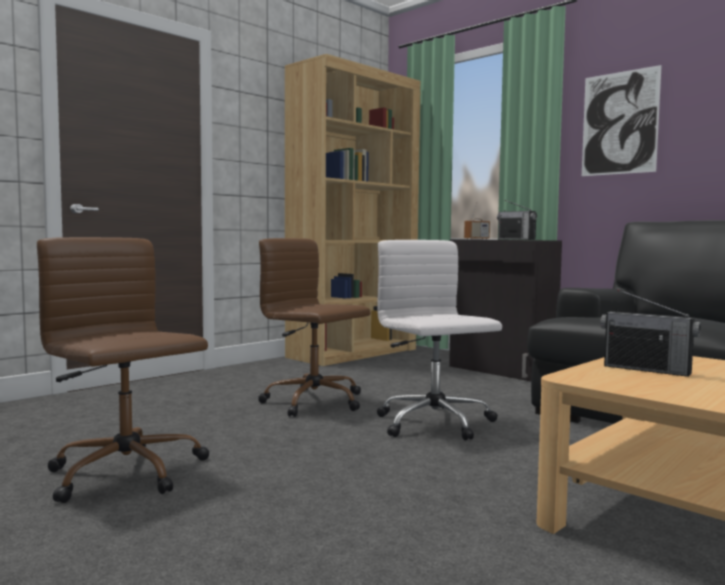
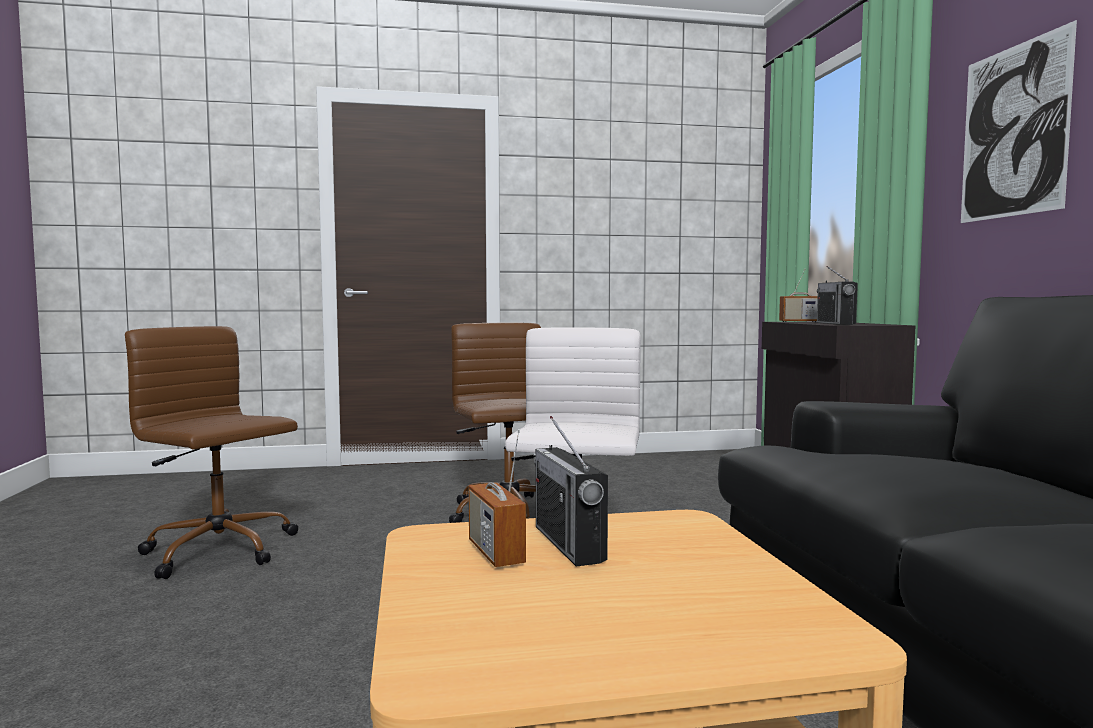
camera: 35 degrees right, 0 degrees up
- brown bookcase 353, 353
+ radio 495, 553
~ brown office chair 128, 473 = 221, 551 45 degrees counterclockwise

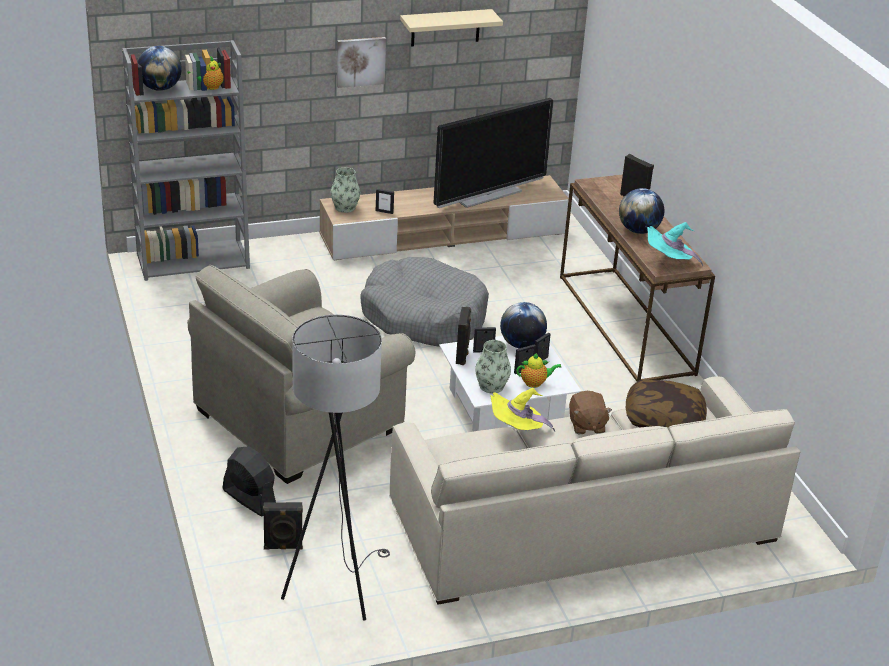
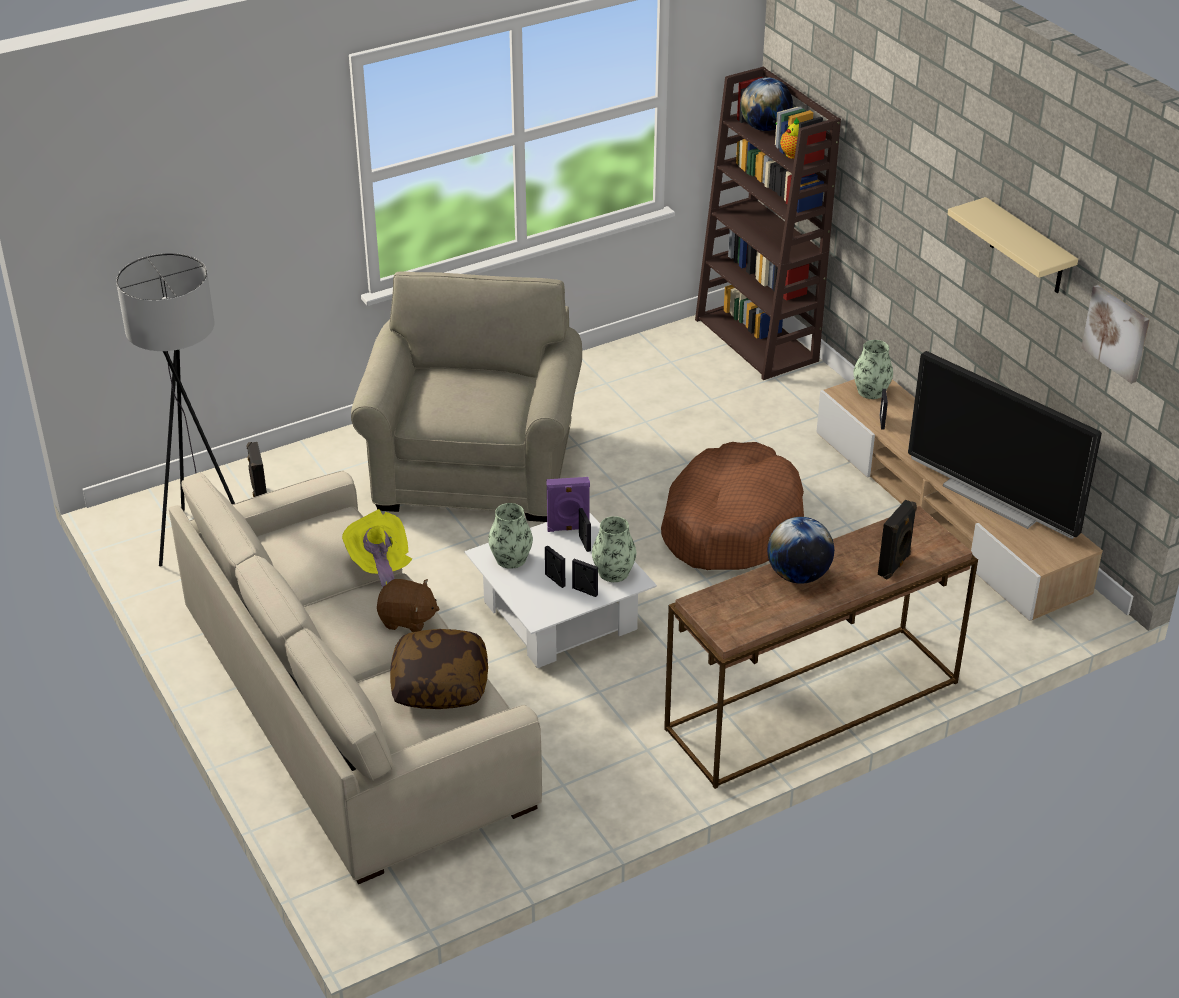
camera: 80 degrees right, 5 degrees up
- black fan 249, 498
- teapot 535, 383
- turquoise hat 668, 262
~ picture 360, 61 to 1117, 333
~ globe 521, 345 to vase 613, 572
~ grey bookcase 194, 260 to brown bookcase 758, 340
~ grey dog bed 424, 317 to brown dog bed 730, 524
~ black speaker 462, 355 to purple speaker 568, 528
~ beige armchair 298, 419 = 476, 468 60 degrees clockwise
~ brown plush toy 586, 425 = 407, 619 150 degrees counterclockwise

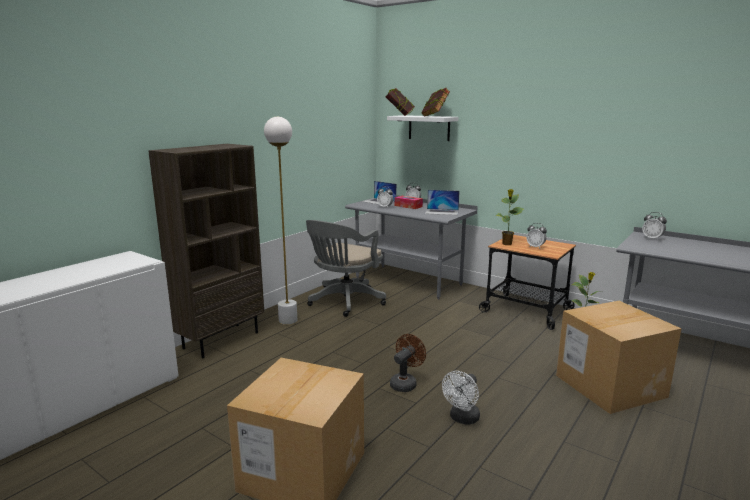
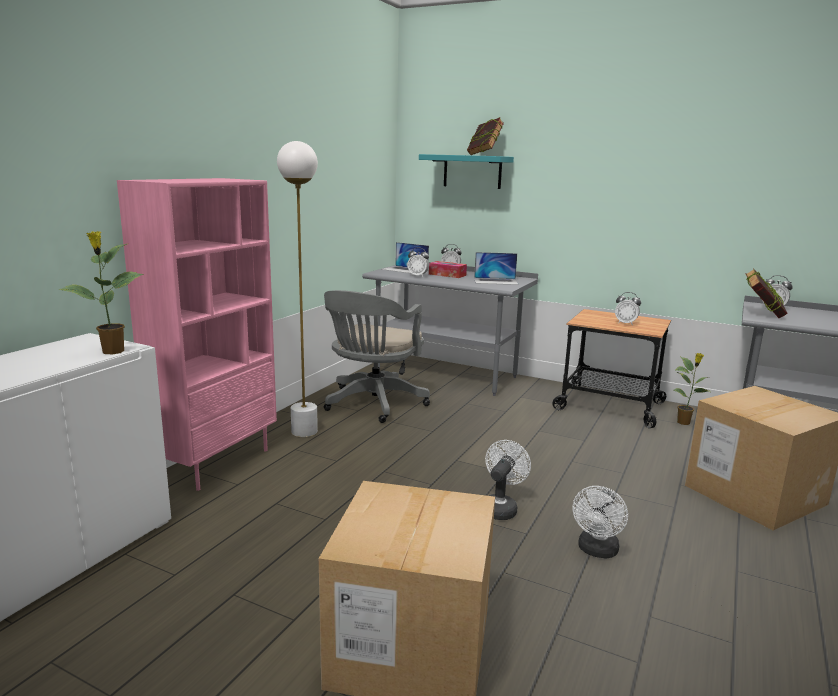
camera: 10 degrees left, 0 degrees up
~ book 400, 115 to 761, 315
~ potted plant 507, 244 to 112, 352
~ brown bookcase 221, 340 to pink bookcase 217, 463
~ white shelf 429, 128 to turquoise shelf 472, 171
~ brown fan 405, 383 to white fan 500, 508

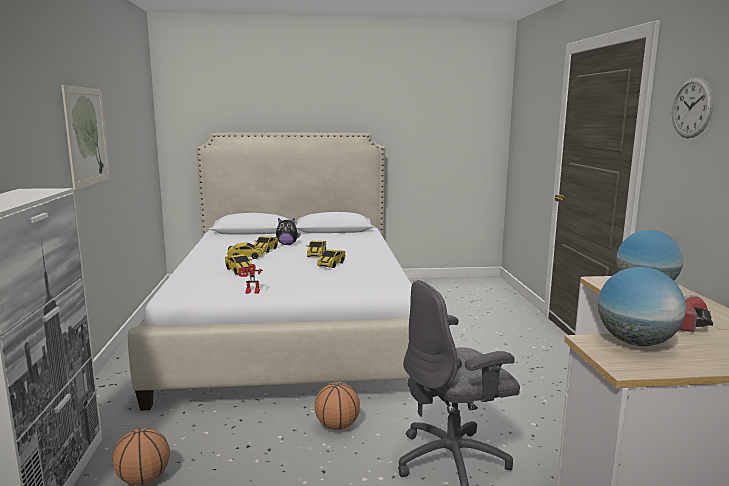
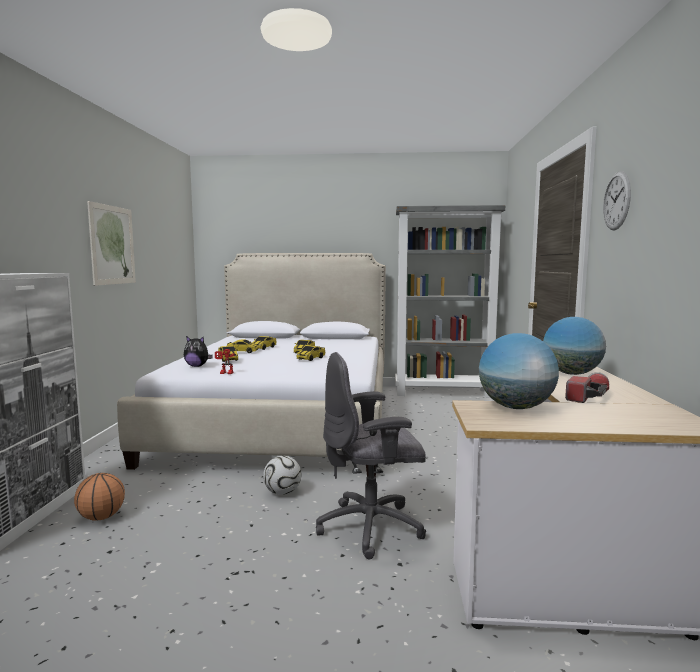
camera: 10 degrees right, 5 degrees down
+ grey bookcase 444, 392
~ plush toy 287, 244 to 197, 366
~ basketball 337, 426 to football 282, 492

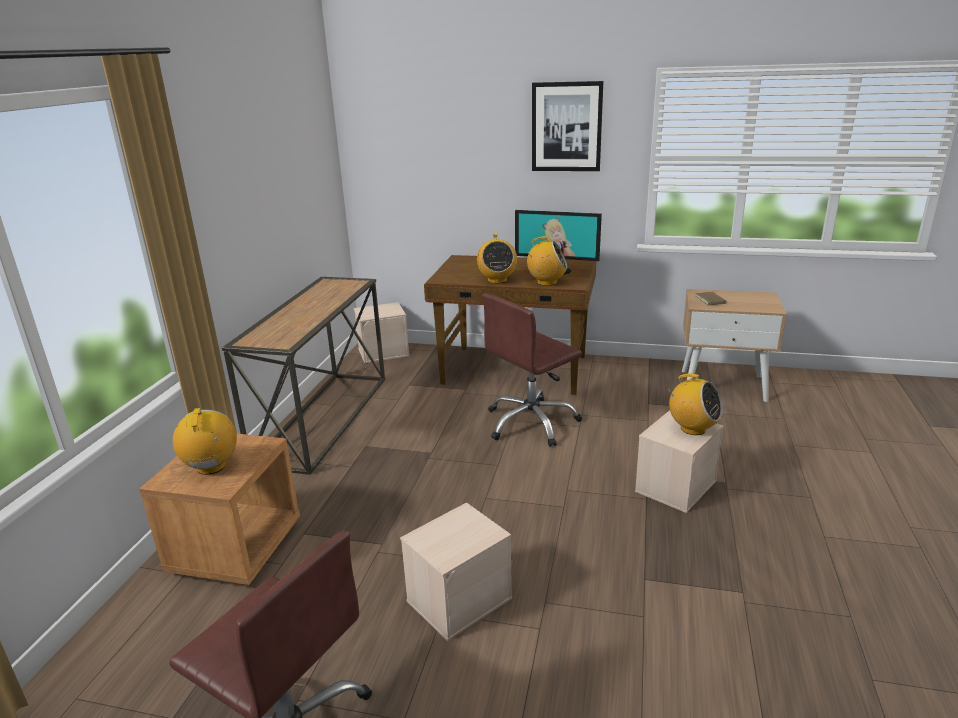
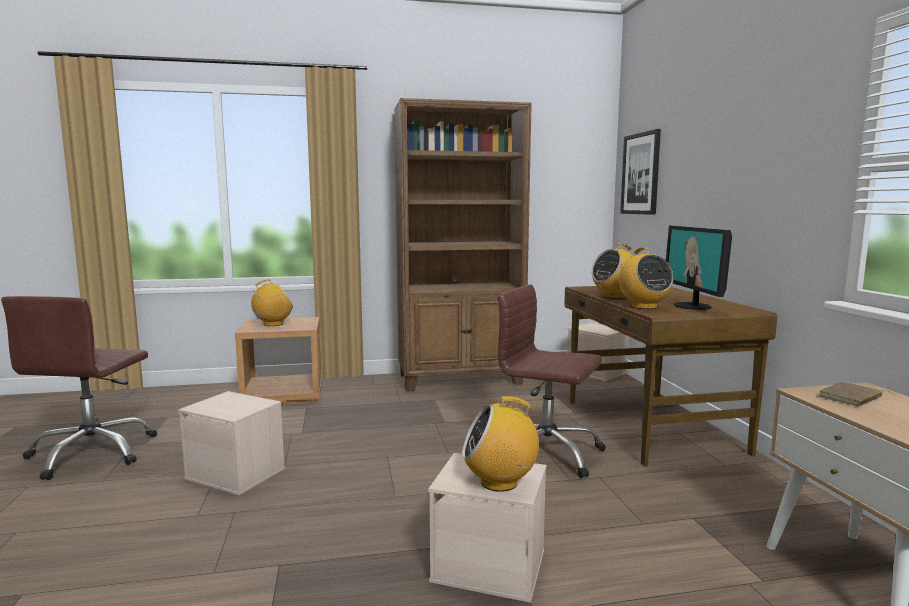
camera: 65 degrees right, 15 degrees down
~ picture 566, 127 to 641, 174
~ console table 322, 418 to brown bookcase 461, 379
~ radio 692, 428 = 499, 482 75 degrees clockwise

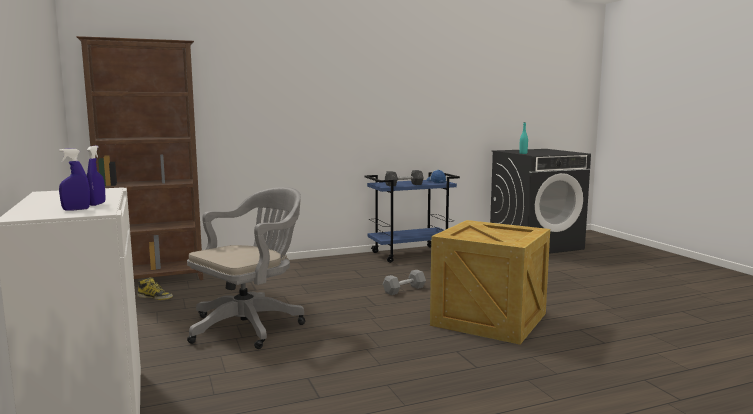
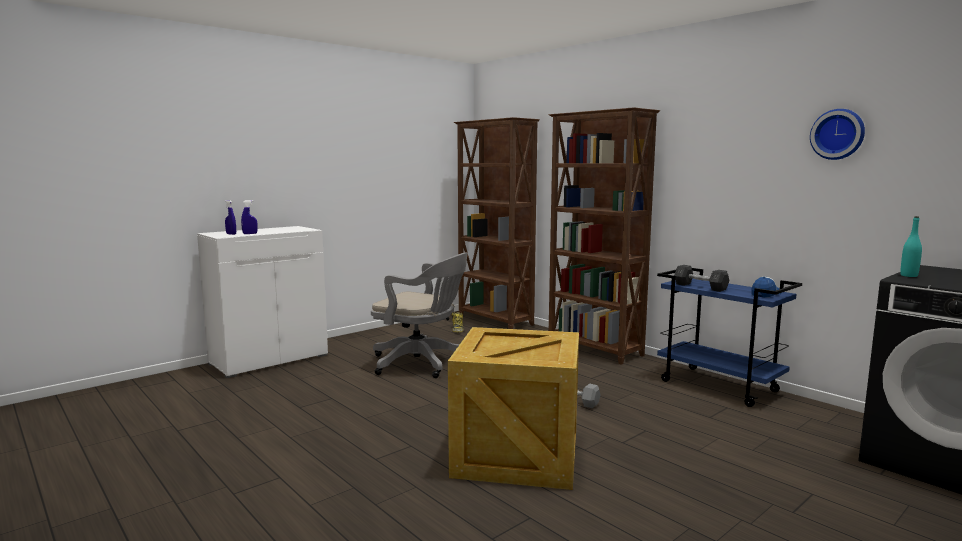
camera: 70 degrees right, 0 degrees up
+ brown bookcase 594, 349
+ wall clock 838, 134

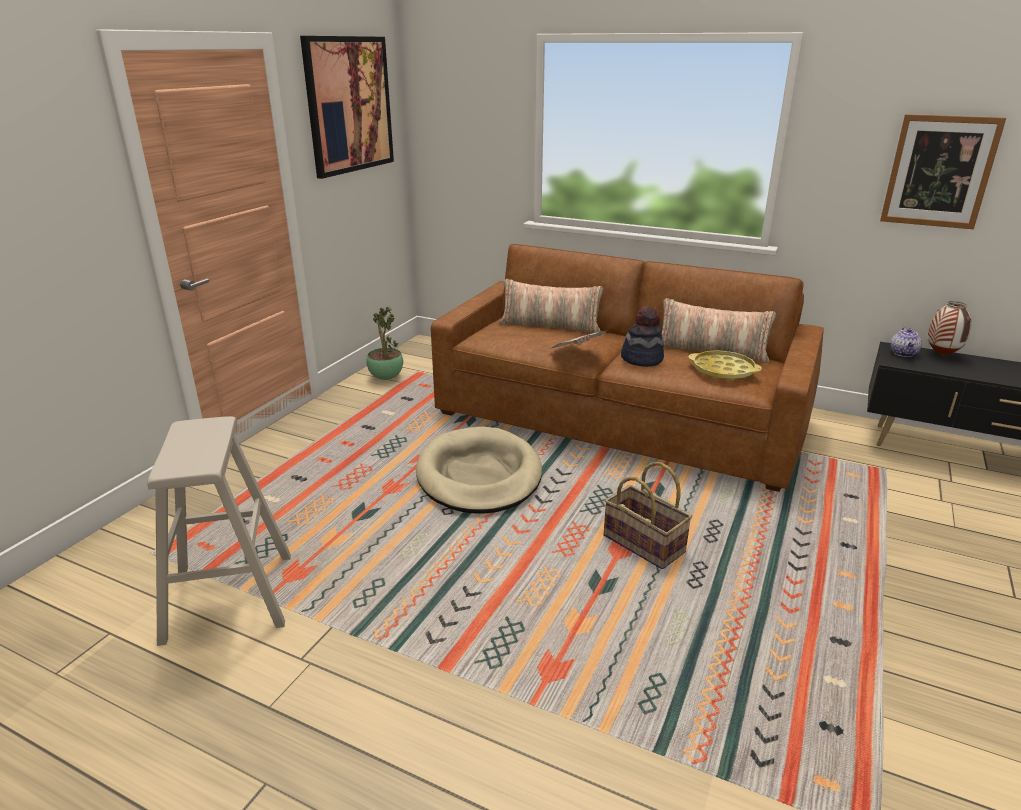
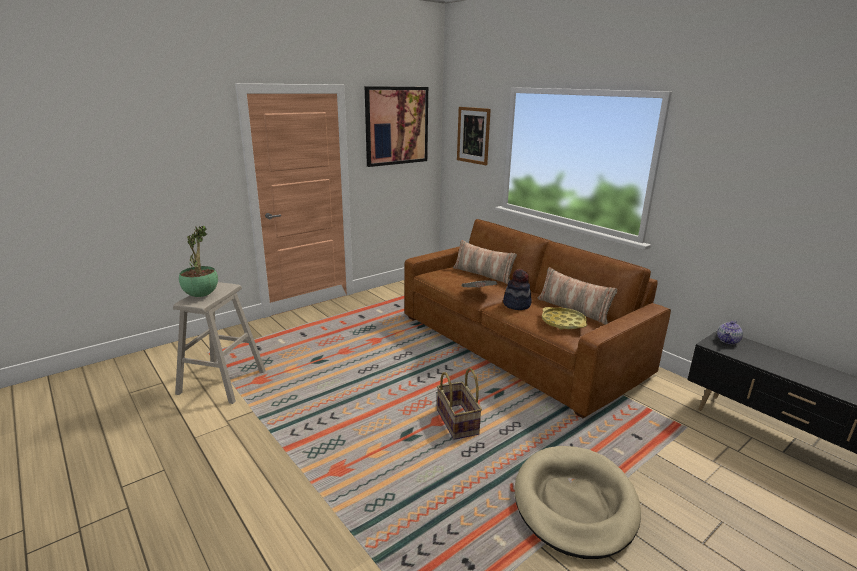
camera: 25 degrees right, 5 degrees down
- vase 941, 355
~ potted plant 385, 377 to 201, 295
~ beige dog bed 479, 475 to 574, 503
~ picture 939, 171 to 473, 135

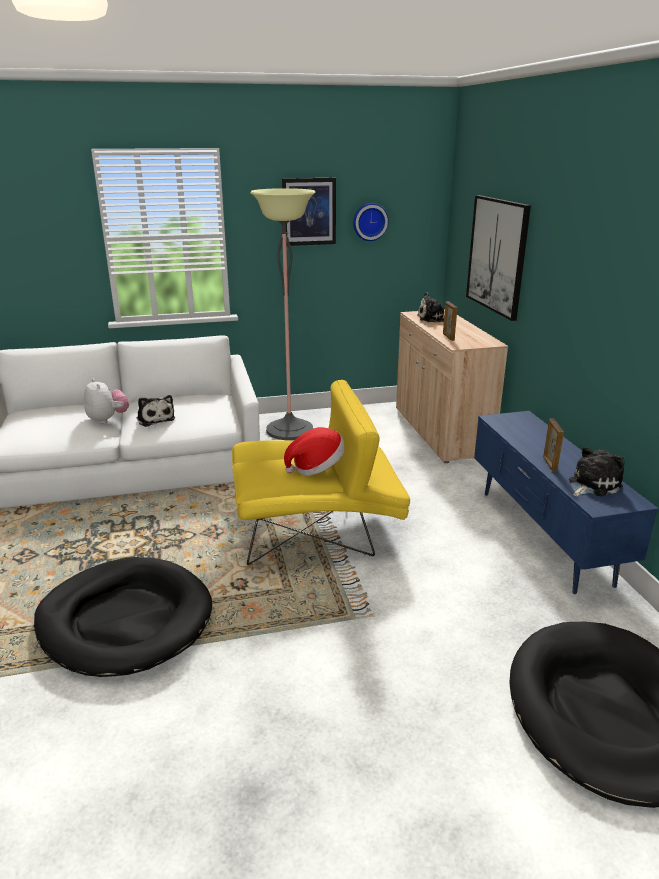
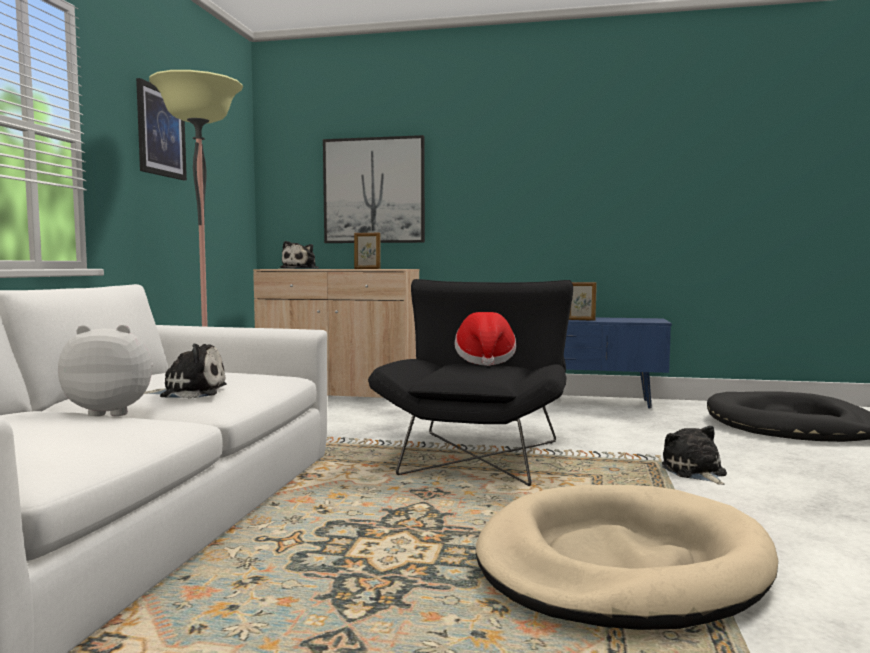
camera: 65 degrees left, 20 degrees down
- wall clock 369, 221
~ plush toy 592, 485 to 695, 472
~ black dog bed 125, 620 to beige dog bed 620, 564
~ yellow armchair 316, 530 to black armchair 481, 452

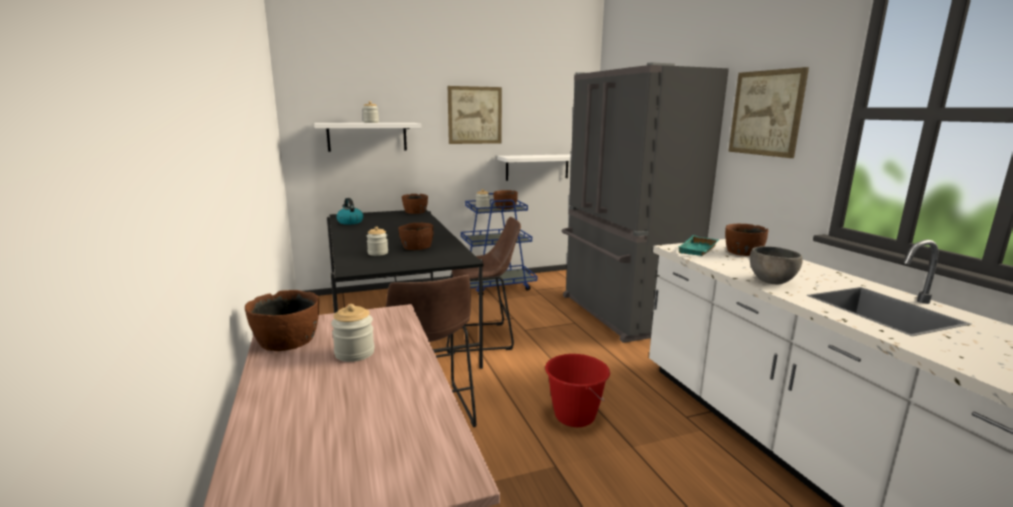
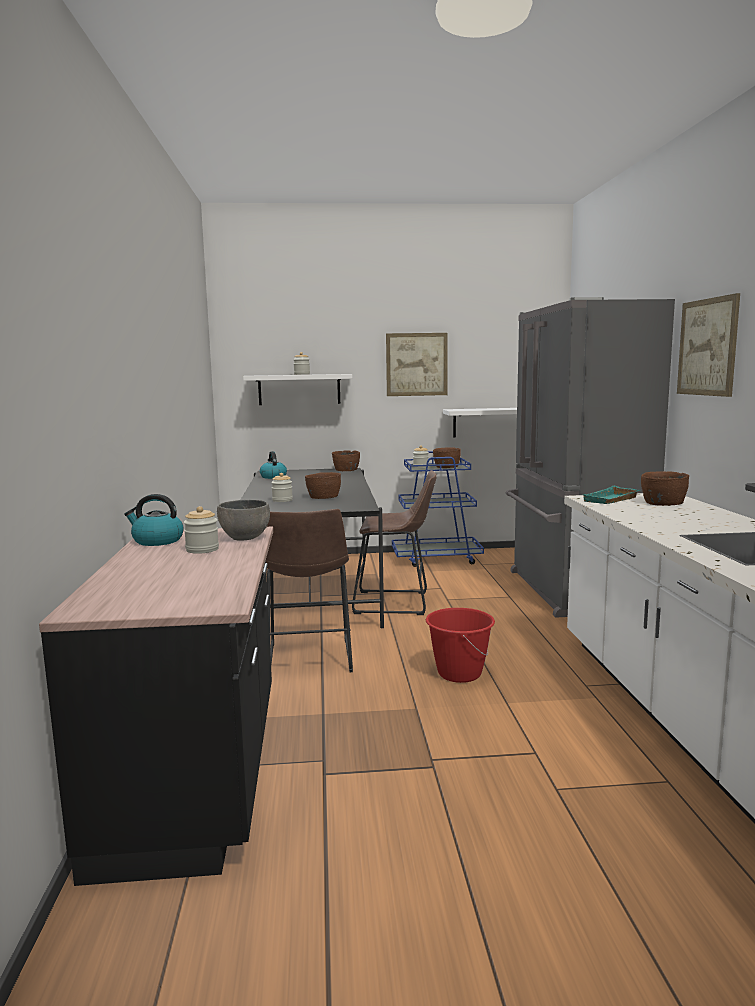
camera: 15 degrees right, 5 degrees down
~ grey bowl 772, 281 to 245, 538
~ brown bowl 287, 340 to kettle 157, 541

